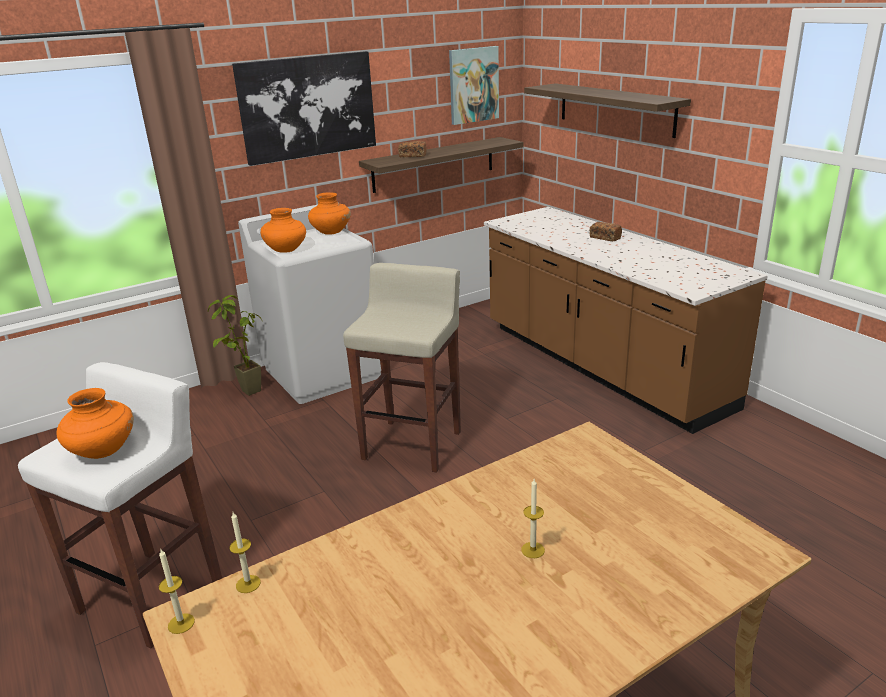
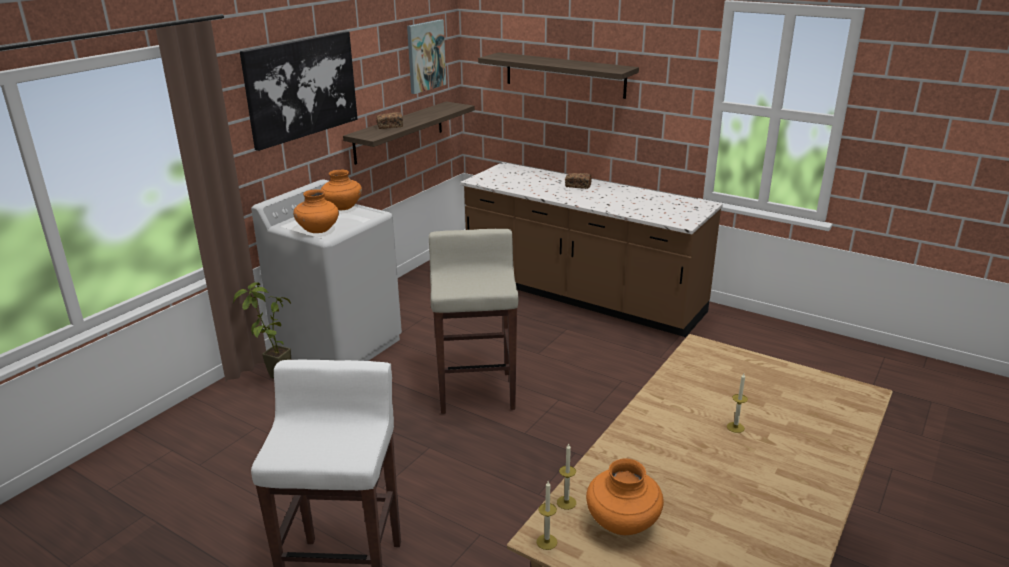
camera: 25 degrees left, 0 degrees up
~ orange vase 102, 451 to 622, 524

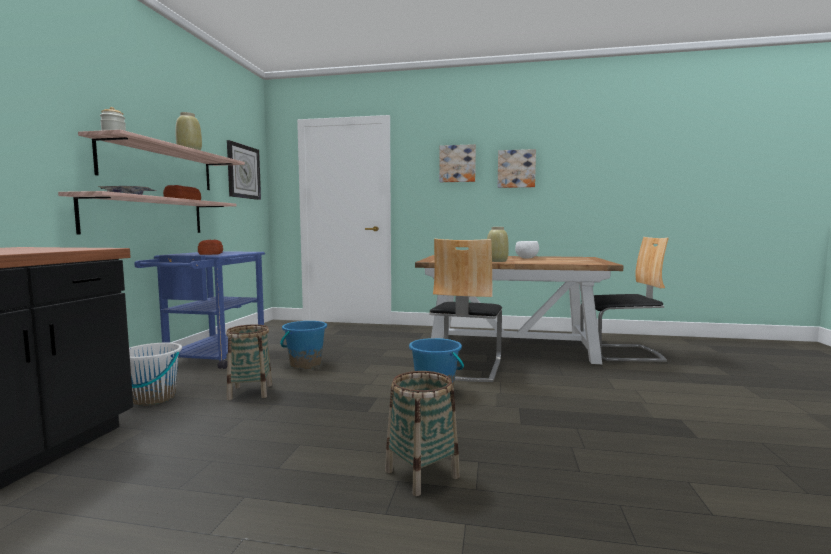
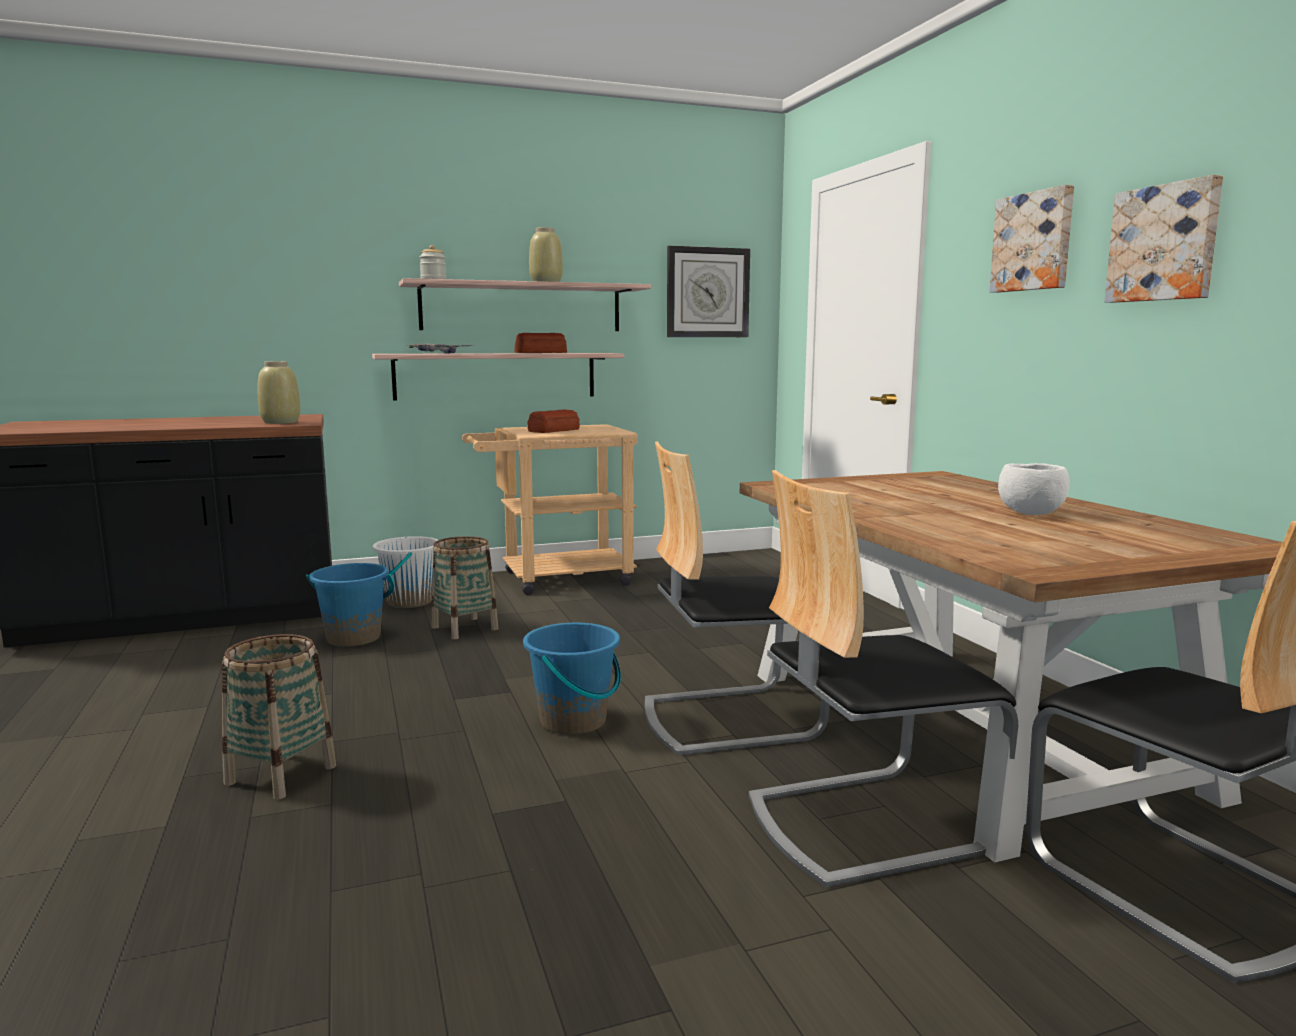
camera: 60 degrees right, 5 degrees up
+ chair 866, 821
~ blue bucket 305, 364 to 354, 638
~ beige vase 496, 261 to 280, 422
~ blue cart 211, 359 to beige cart 554, 579

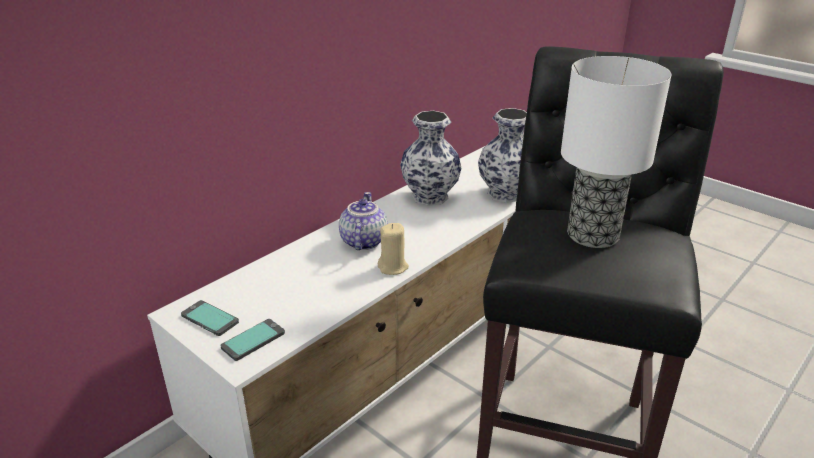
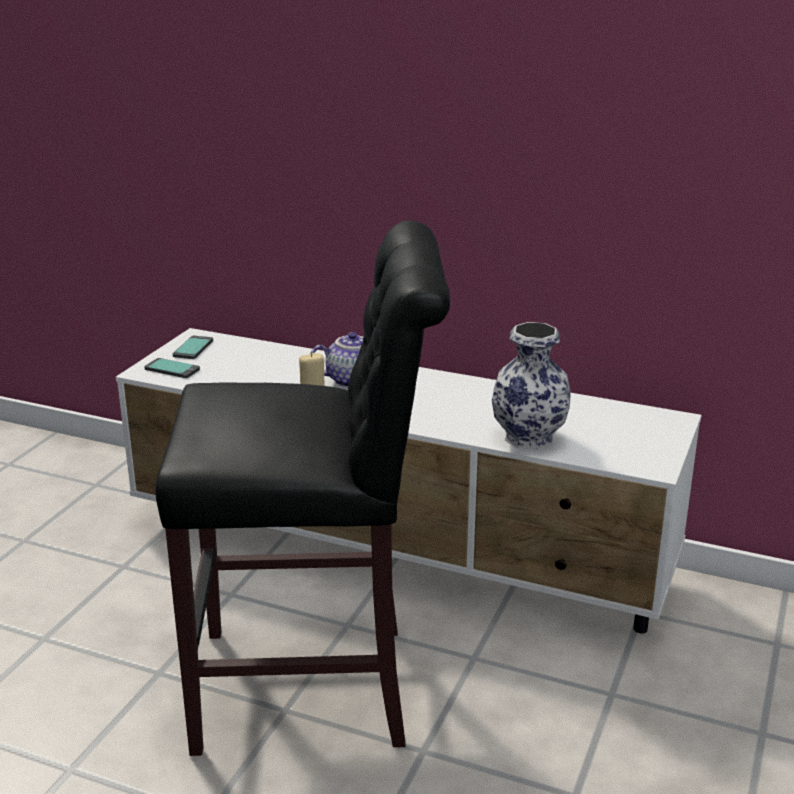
camera: 70 degrees right, 5 degrees down
- vase 429, 196
- table lamp 592, 234

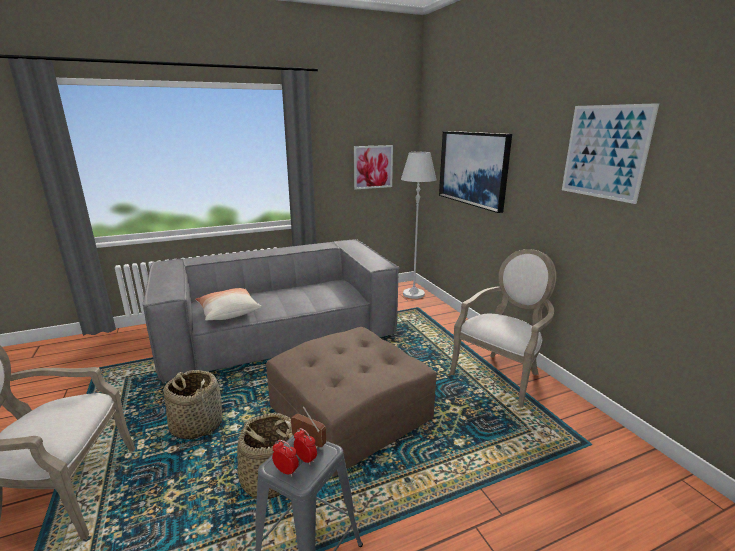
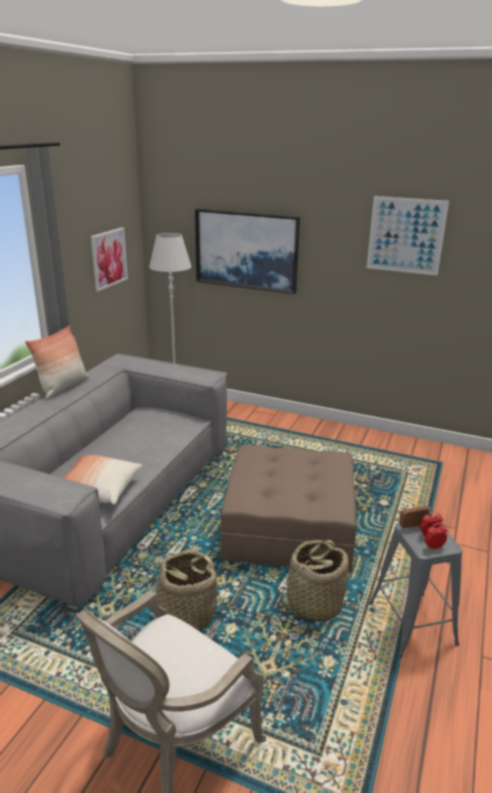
camera: 45 degrees left, 5 degrees up
- armchair 501, 375
+ pillow 63, 387

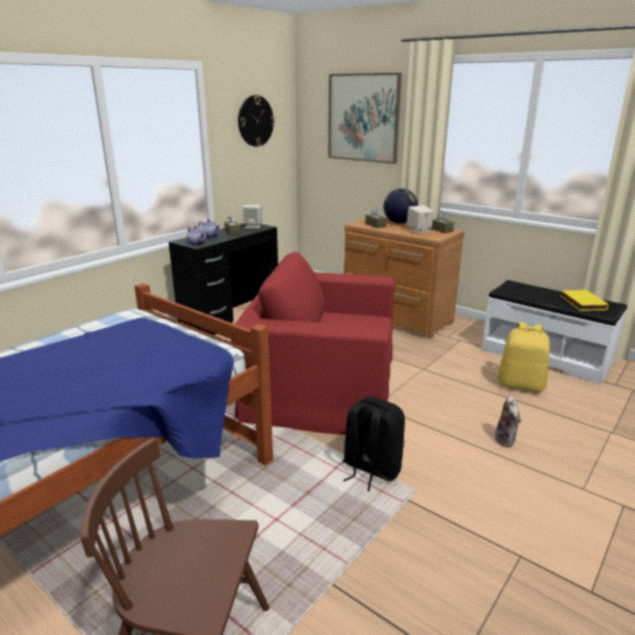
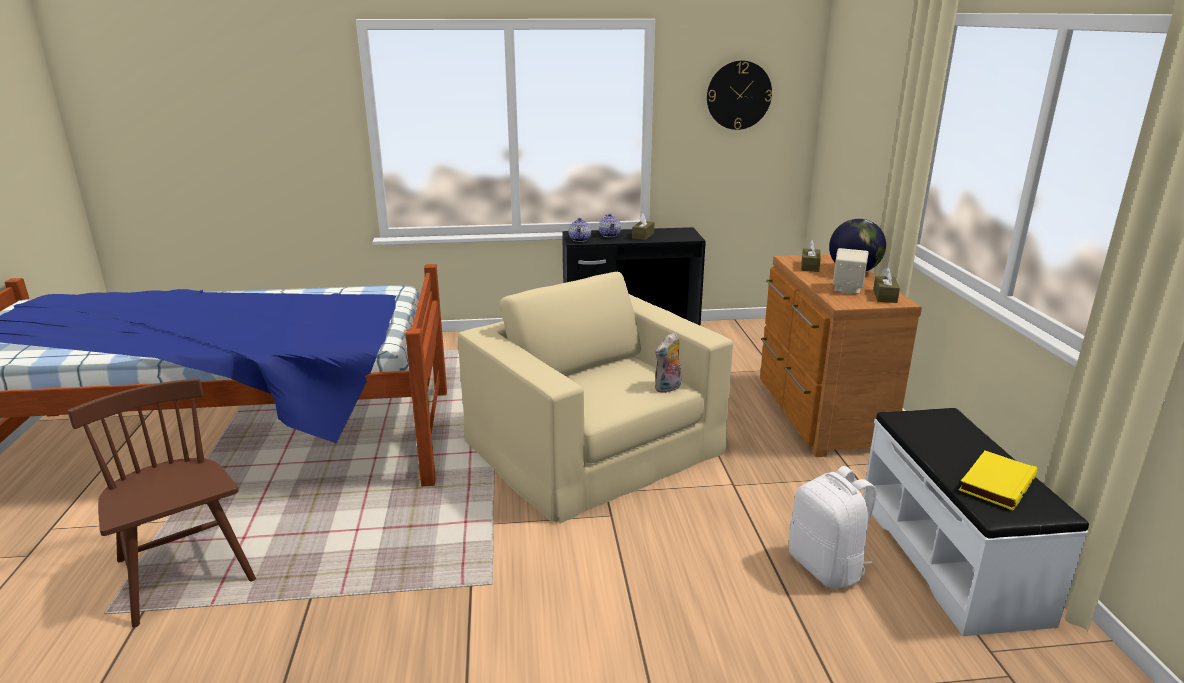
camera: 45 degrees right, 0 degrees up
- beige speaker 253, 226
- picture 363, 118
- black backpack 370, 469
~ plush toy 506, 440 to 668, 388
~ red armchair 322, 384 to beige armchair 594, 445
~ yellow backpack 521, 385 to white backpack 827, 567

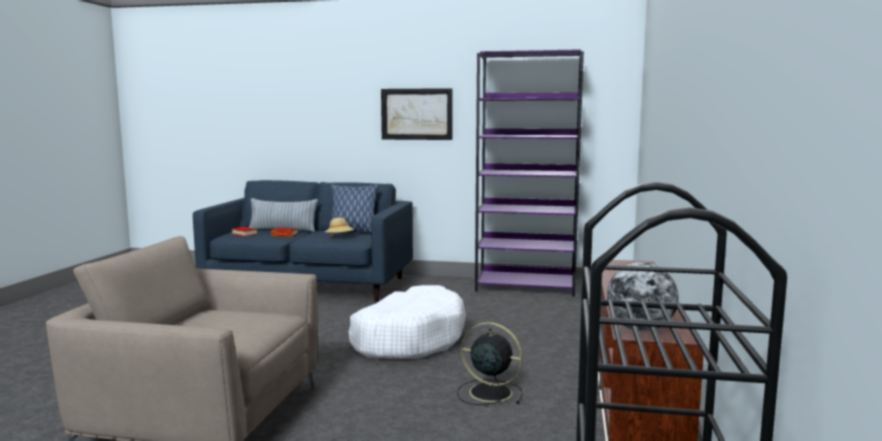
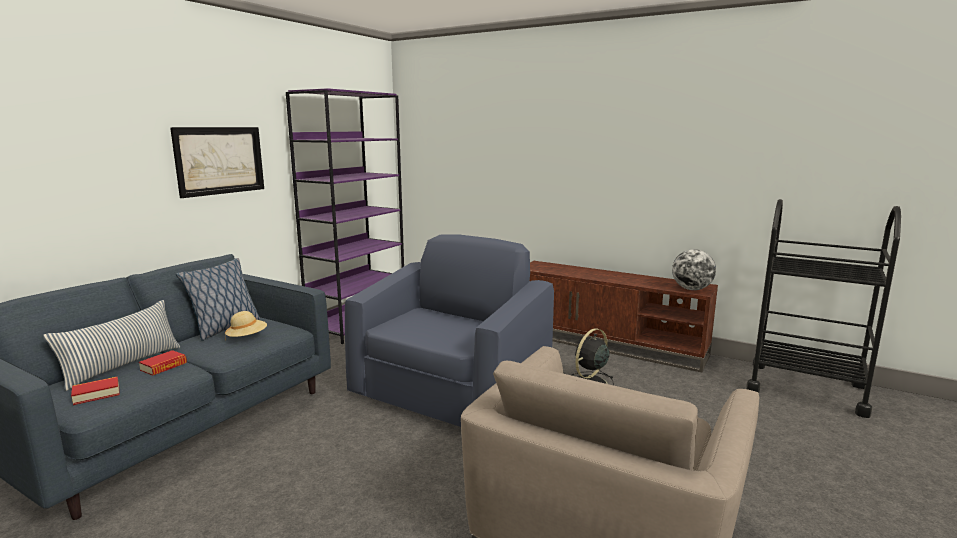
camera: 70 degrees left, 5 degrees up
~ white dog bed 408, 339 to blue armchair 450, 394

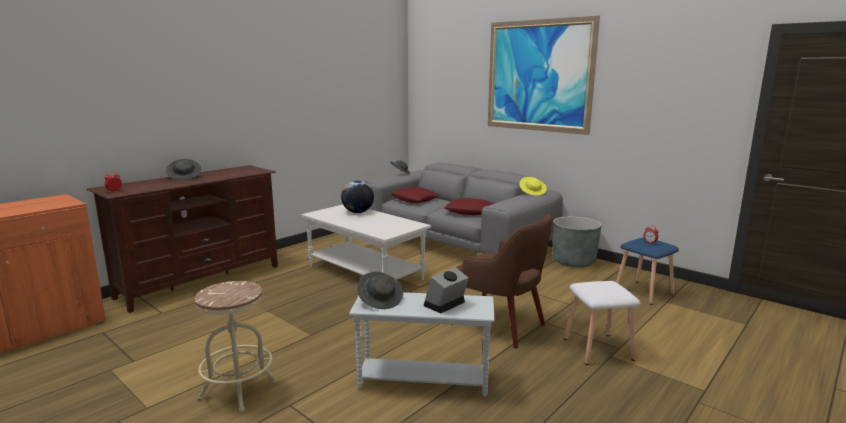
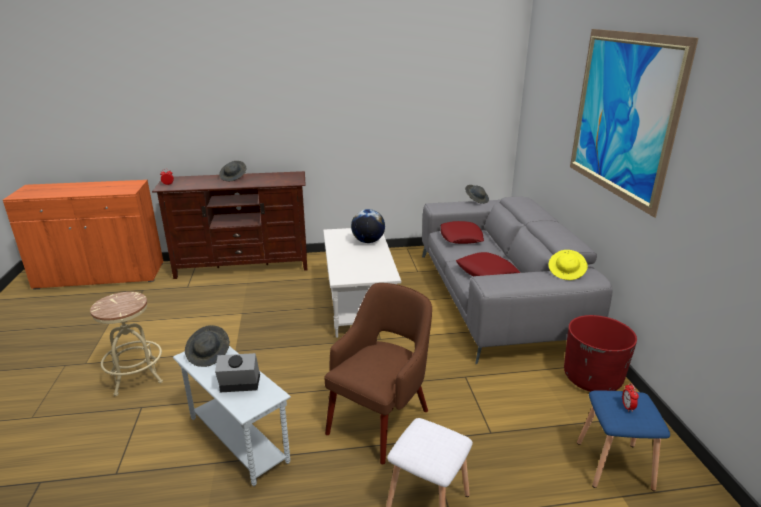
camera: 40 degrees right, 10 degrees up
~ grey planter 573, 262 to red planter 592, 378
~ brown armchair 500, 325 = 380, 419 135 degrees counterclockwise

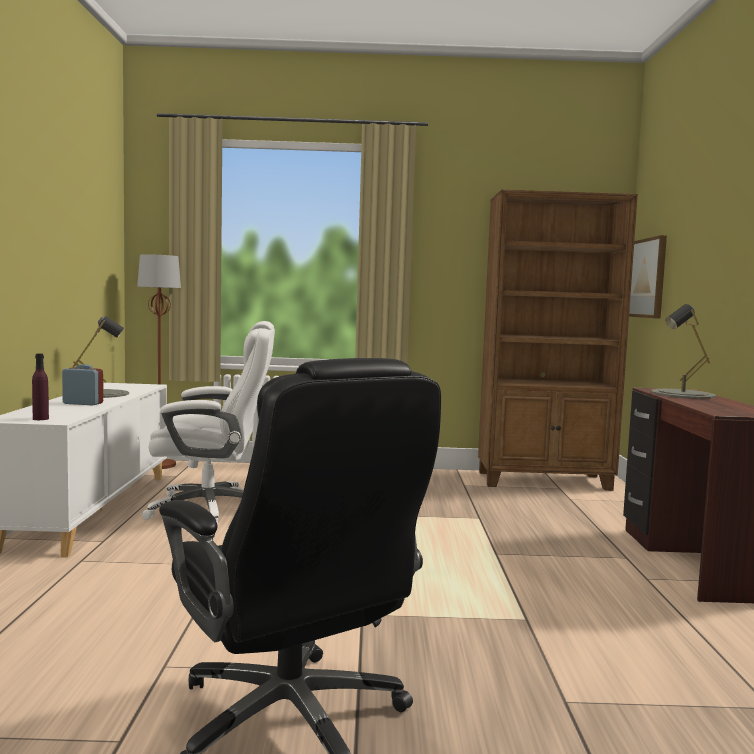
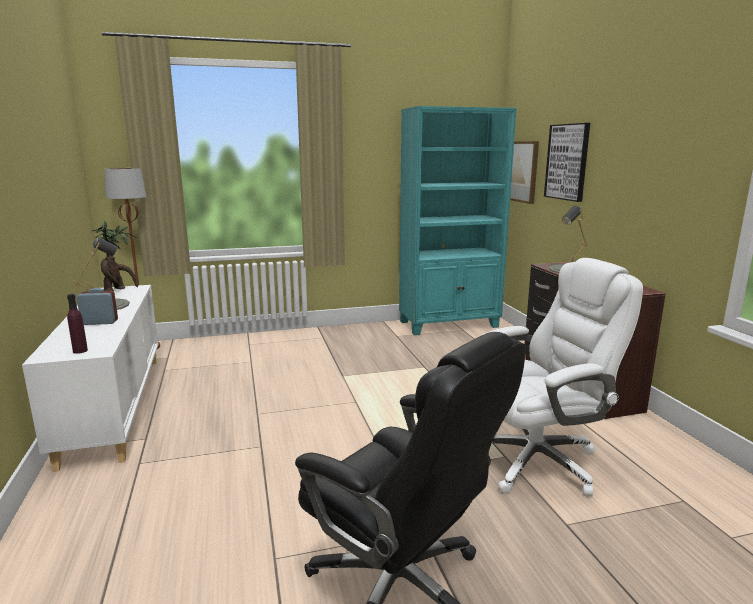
camera: 15 degrees left, 10 degrees up
+ potted plant 118, 290
+ picture 567, 162
~ white office chair 212, 510 to 537, 460
~ brown bookcase 545, 481 to turquoise bookcase 450, 324

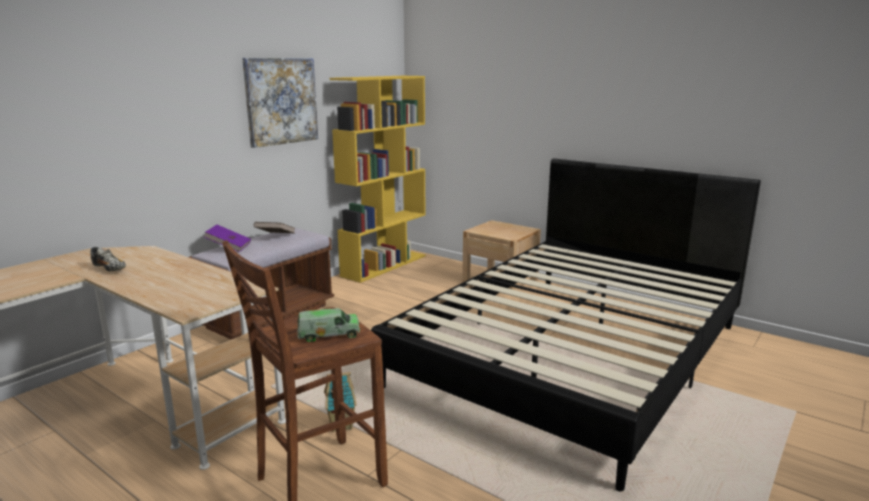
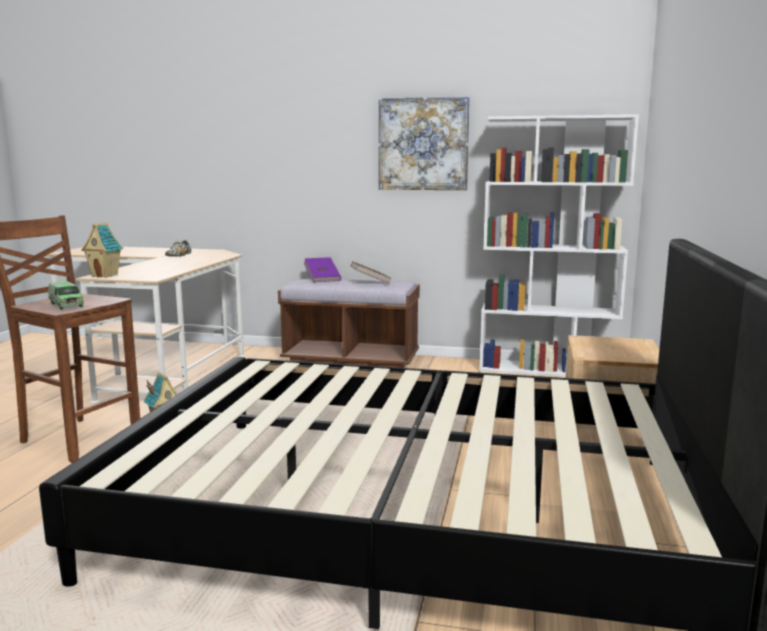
camera: 65 degrees right, 5 degrees down
+ toy house 105, 276
~ yellow bookcase 384, 265 to white bookcase 547, 369

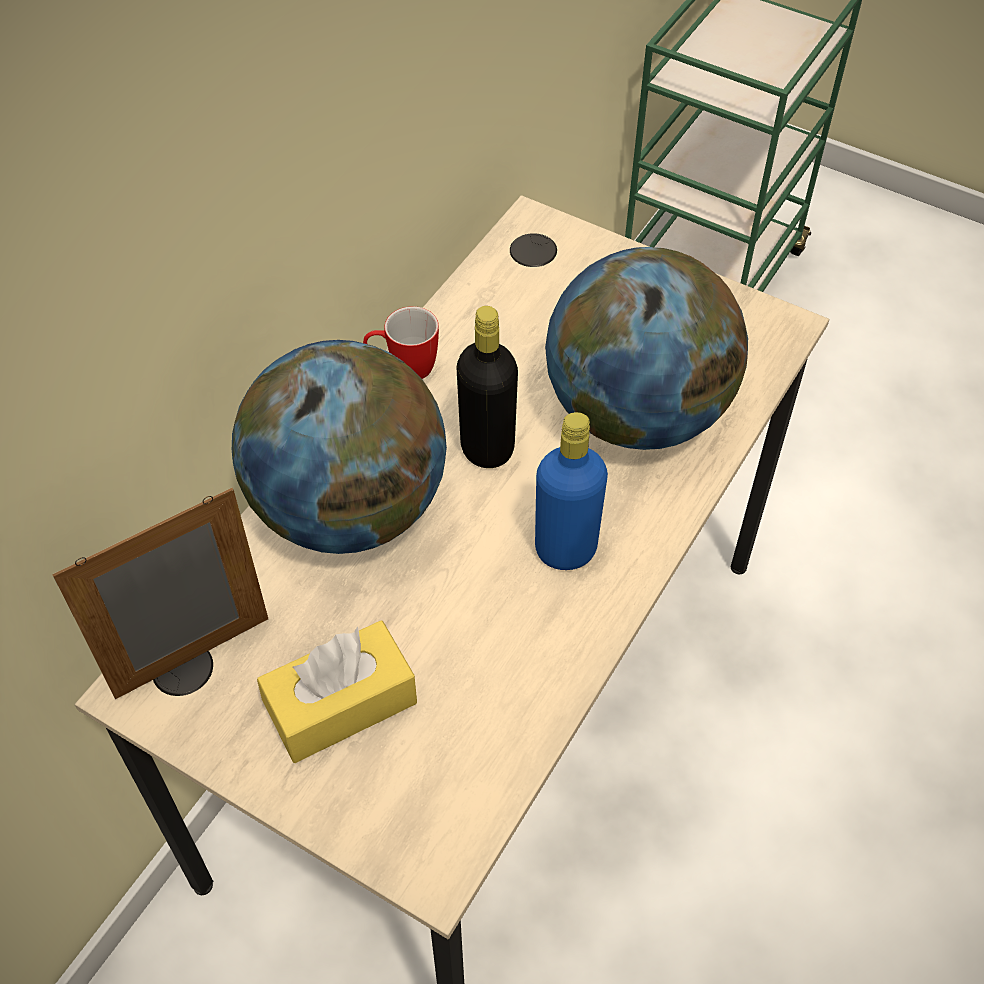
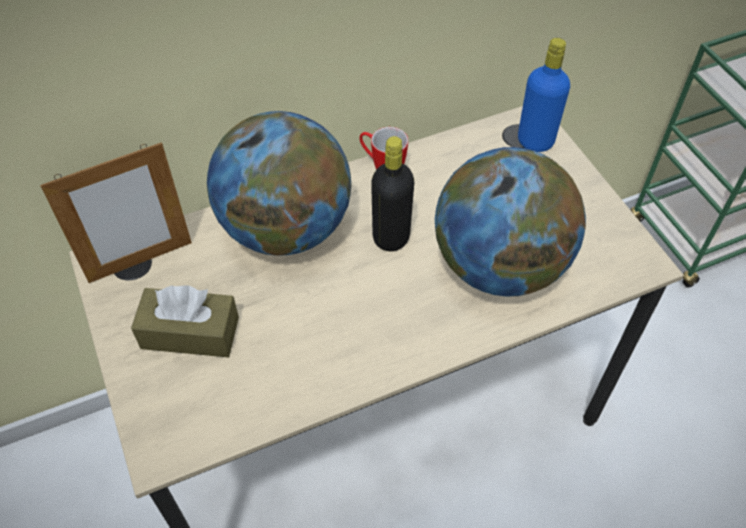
camera: 35 degrees right, 0 degrees up
~ blue bottle 565, 549 to 535, 141
~ yellow tissue box 341, 704 to brown tissue box 190, 333
~ picture frame 193, 657 = 140, 262 150 degrees clockwise

